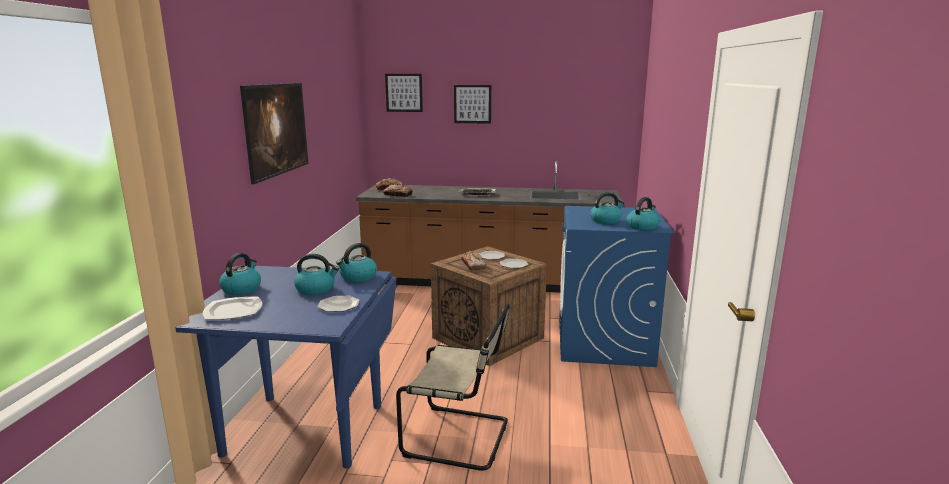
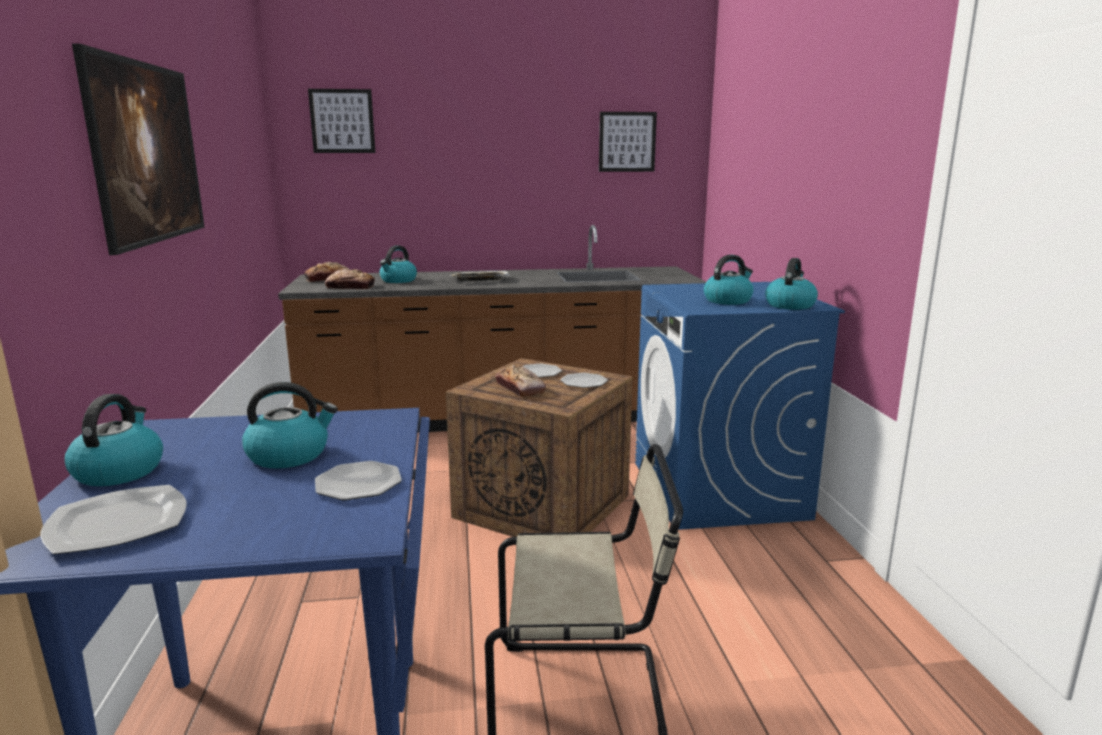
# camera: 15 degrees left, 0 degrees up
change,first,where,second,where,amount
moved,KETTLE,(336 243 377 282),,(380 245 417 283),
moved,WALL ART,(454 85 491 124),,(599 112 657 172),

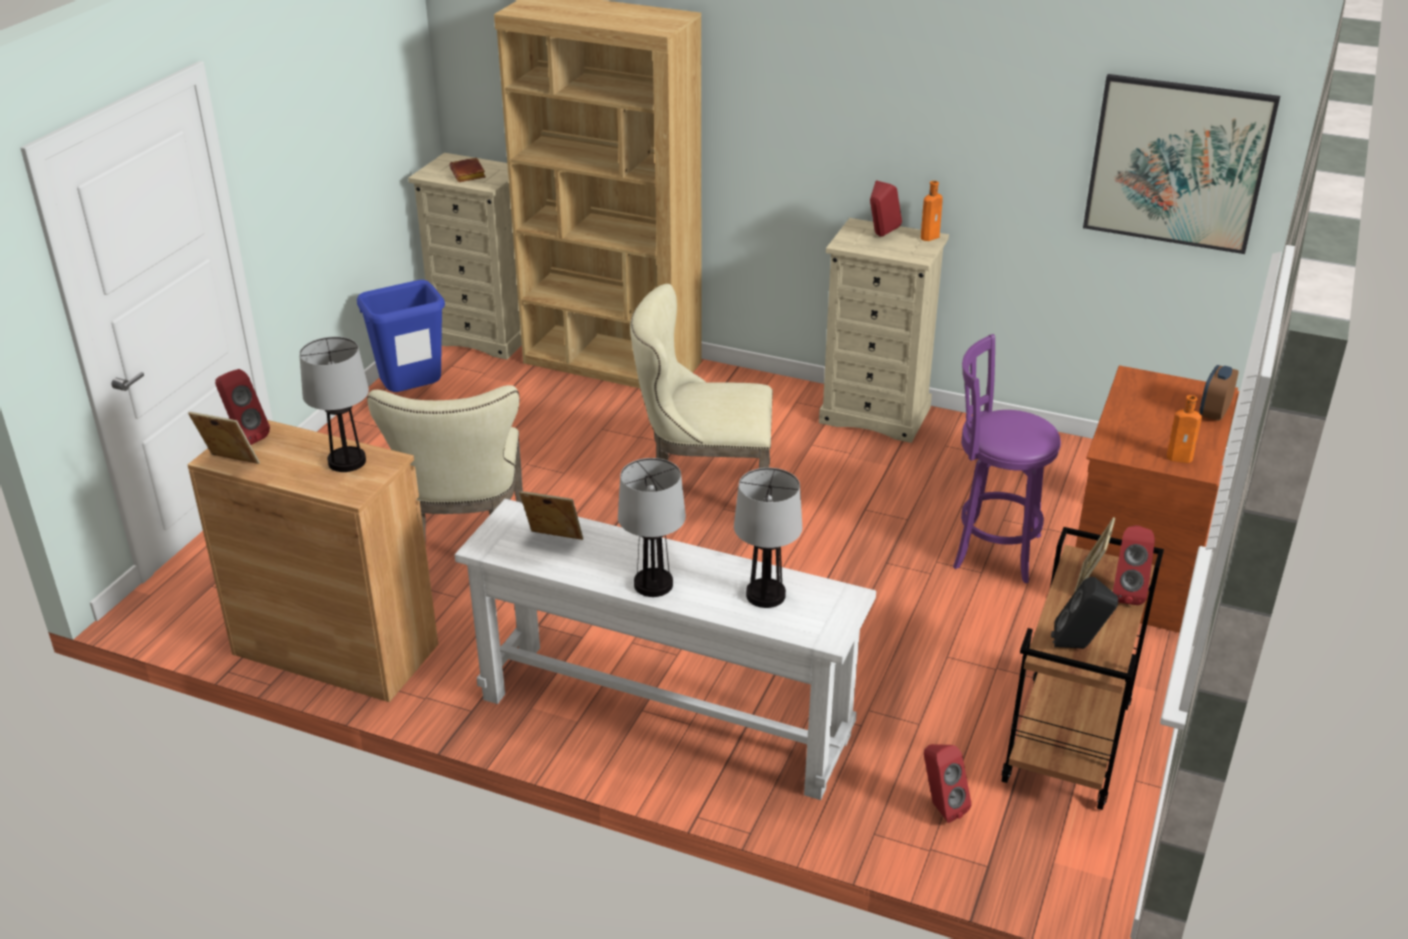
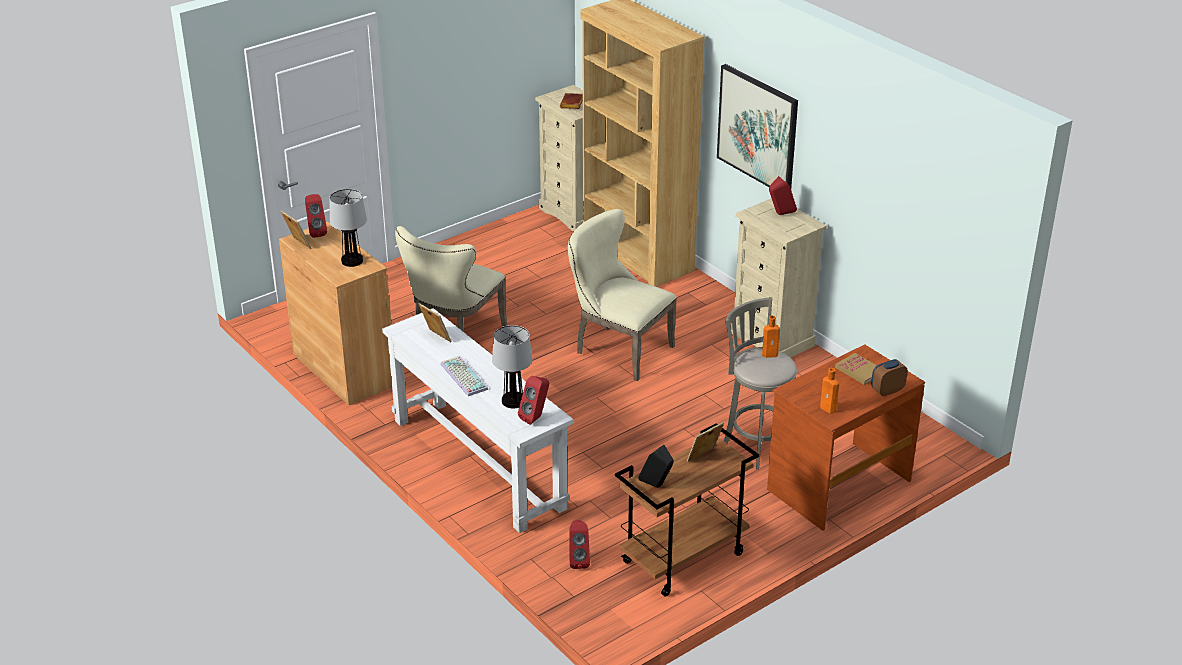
# camera: 30 degrees right, 0 degrees up
change,first,where,second,where,amount
removed,BLUE WASTE BIN,(357 280 445 392),,,
added,,,BOUND BOOK,(835 353 877 385),
moved,ORANGEY BOTTLE,(921 181 943 241),,(762 316 780 358),
moved,WALL ART,(1083 74 1280 254),,(717 64 798 188),
moved,REDDISH LOUDSPEAKER,(1113 525 1155 605),,(518 376 549 425),
replaced,TABLE LAMP,(618 458 686 597),COMPUTER KEYBOARD,(441 356 488 396),
recoloured,PURPLE STOOL SEAT,(953 334 1061 584),GREYISH STOOL SEAT,(723 297 797 469),

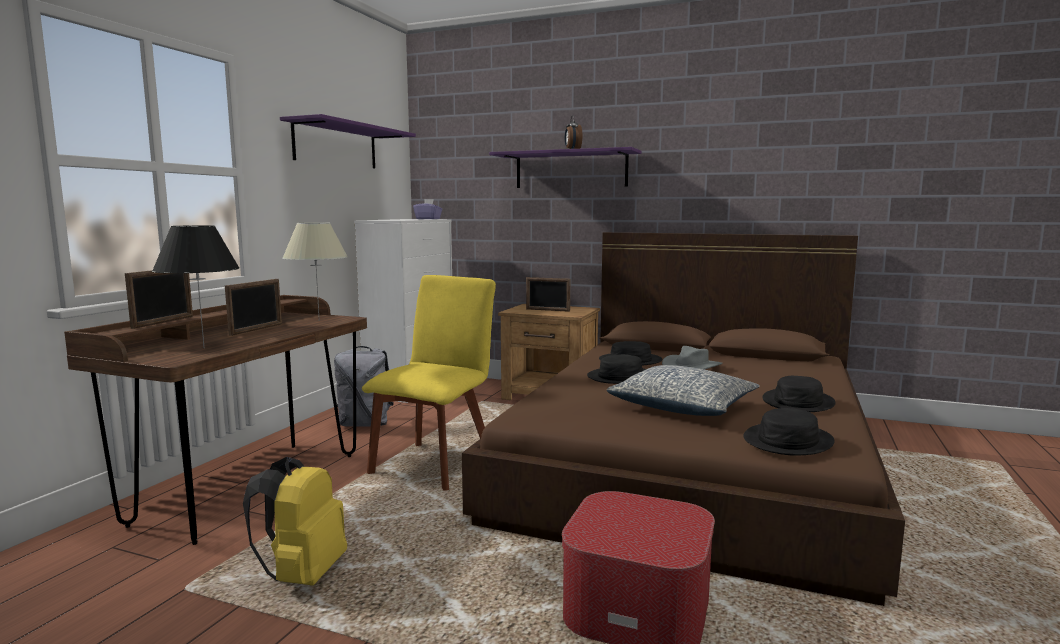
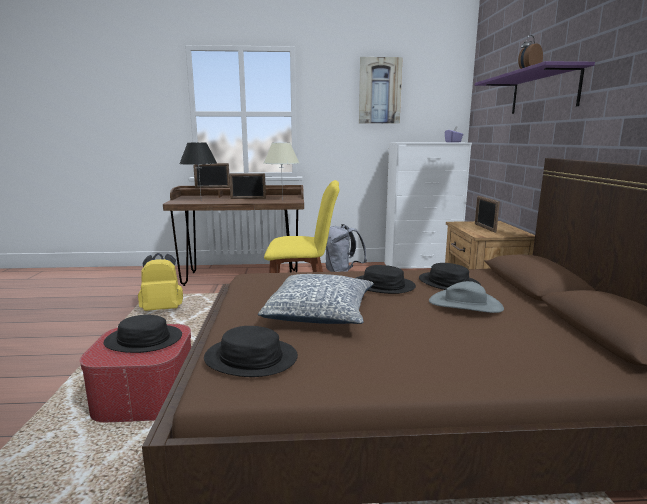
# camera: 65 degrees right, 5 degrees up
change,first,where,second,where,amount
moved,BLACKISH HAT,(762 376 836 412),,(104 315 182 353),
replaced,PURPLE SHELF,(280 114 416 168),WALL ART,(359 57 403 124),

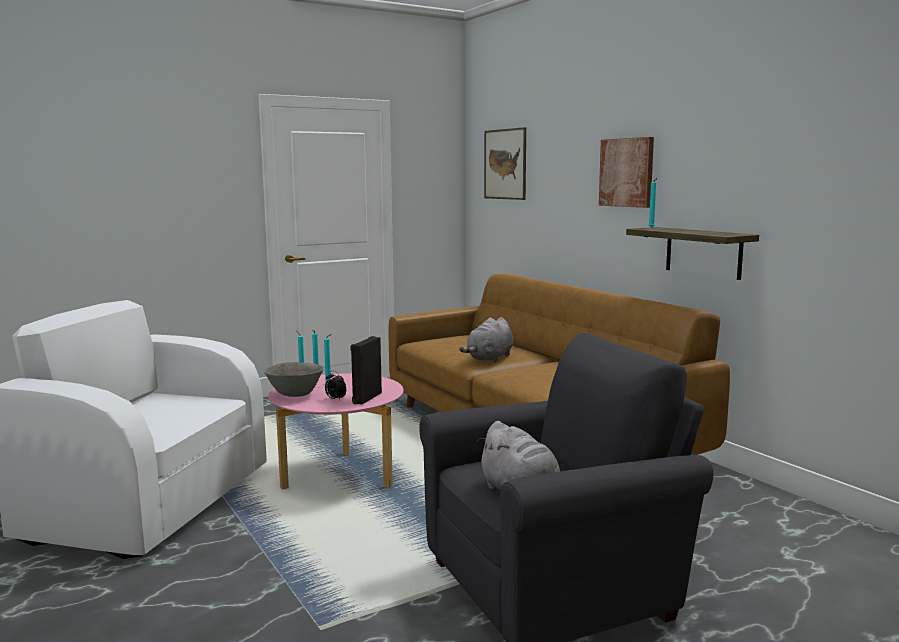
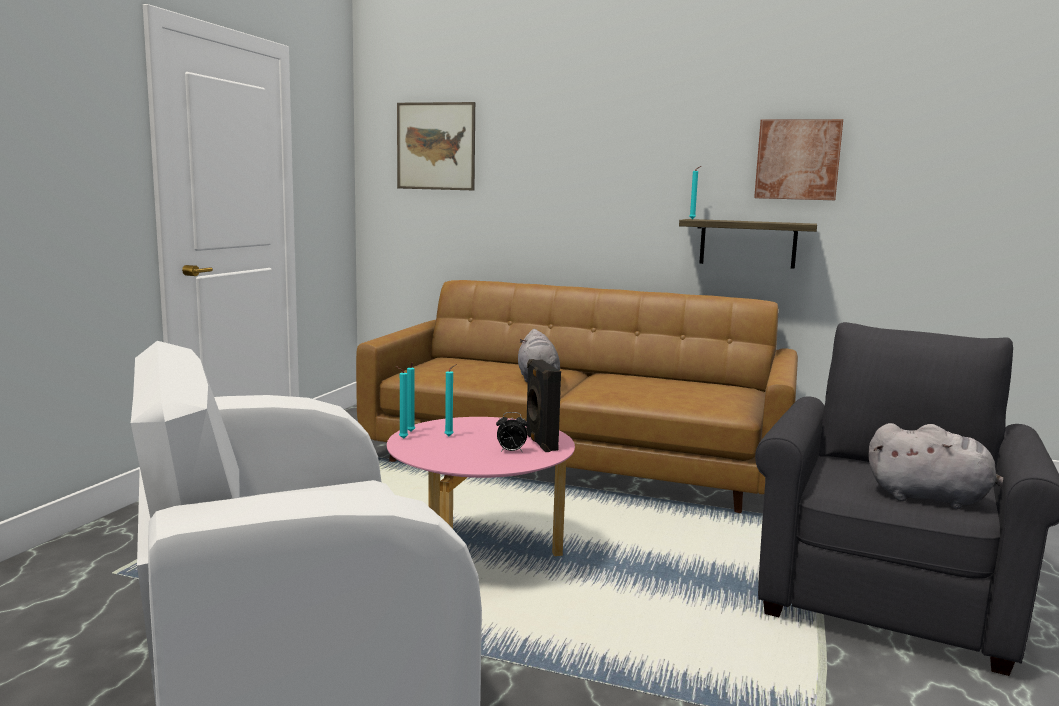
# camera: 40 degrees left, 0 degrees up
change,first,where,second,where,amount
removed,GREYISH BOWL,(264 362 324 397),,,
moved,WALL ART,(599 137 654 208),,(754 119 843 200),

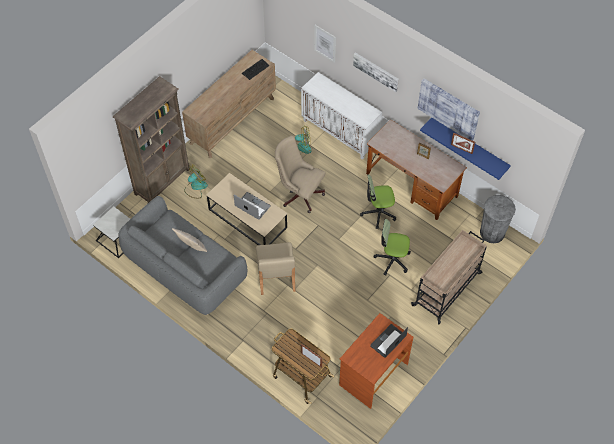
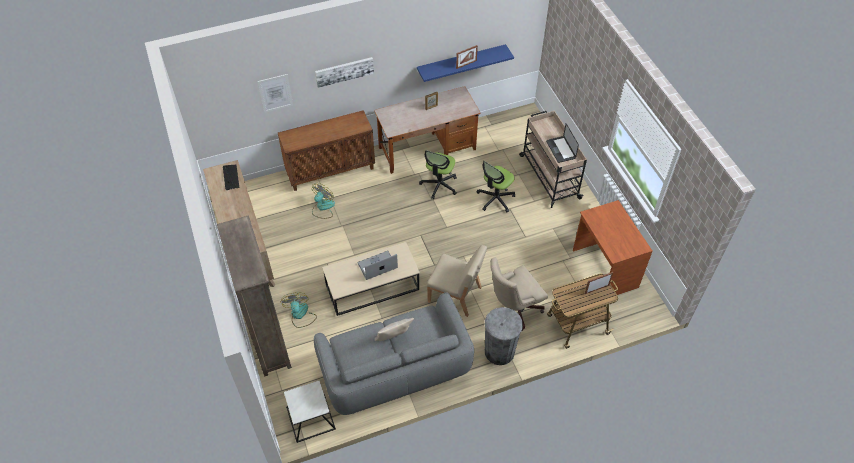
# camera: 60 degrees left, 5 degrees down
change,first,where,second,where,amount
removed,WALL ART,(418 78 480 141),,,
moved,SAND-COLOURED OFFICE CHAIR,(275 136 325 213),,(490 257 548 331),
moved,NOTEBOOK COMPUTER,(370 324 408 358),,(546 124 579 163),
moved,GREYISH WASTE BIN,(480 195 516 243),,(485 307 523 365),
recoloured,WHITE CUPBOARD,(301 72 382 160),BROWNISH CUPBOARD,(278 110 375 191),

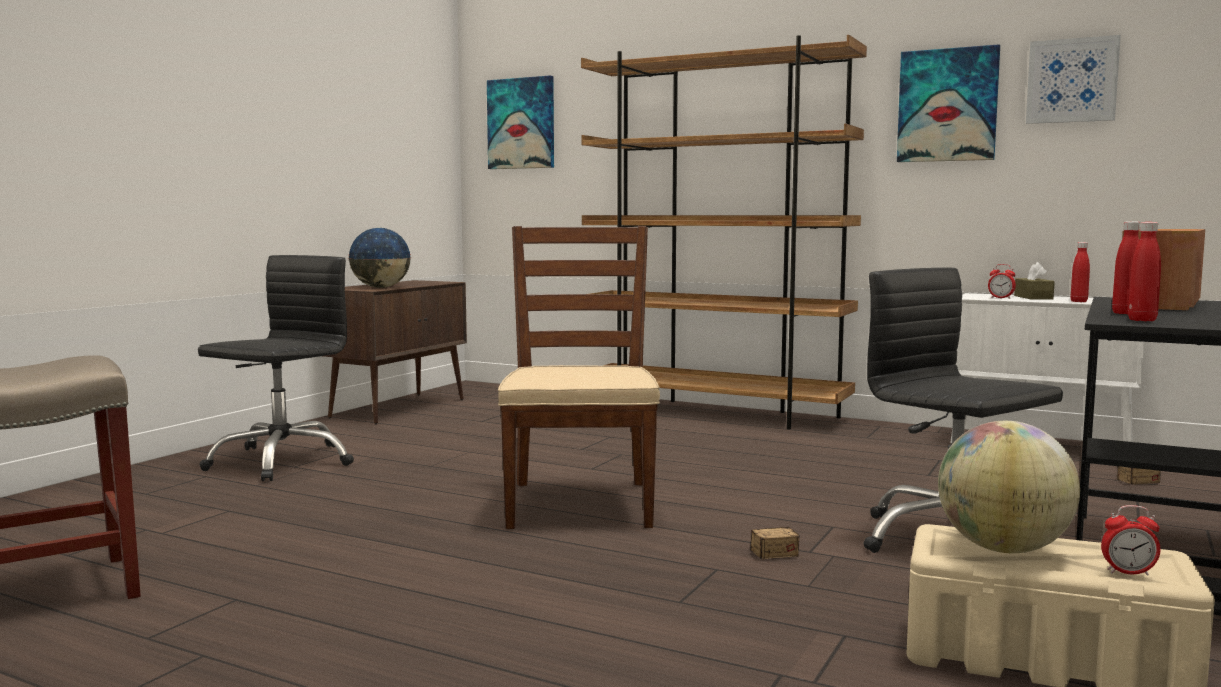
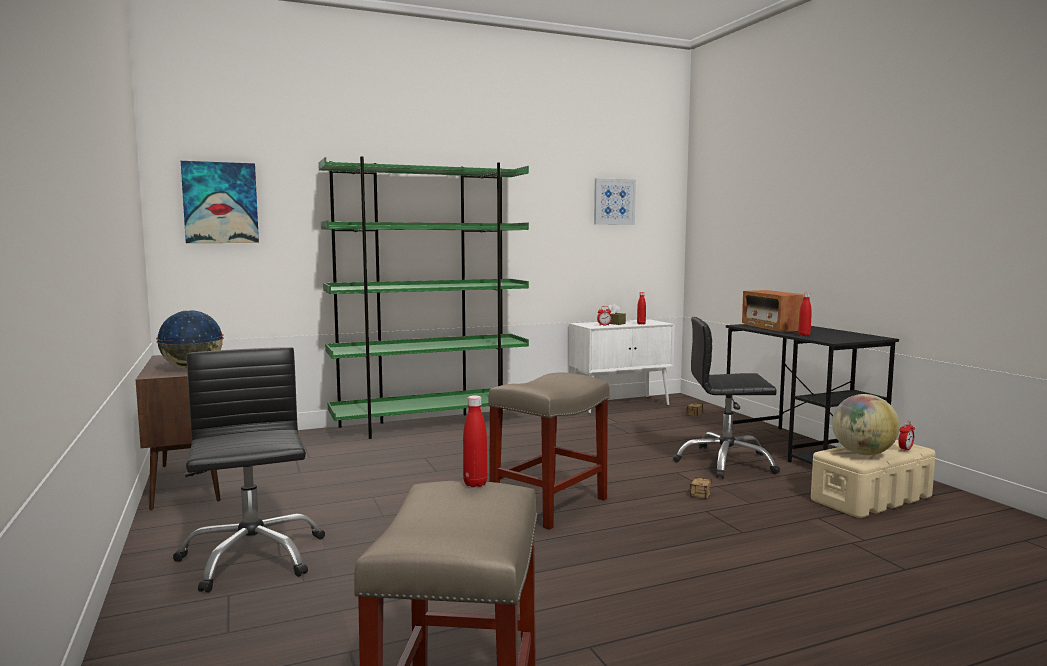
# camera: 50 degrees left, 0 degrees up
change,first,where,second,where,amount
removed,WALL ART,(897 44 1000 162),,,
moved,REDDISH BOTTLE,(1128 222 1161 321),,(463 395 487 487),
replaced,BROWNISH UPRIGHT CHAIR,(498 226 660 529),SAND-COLOURED STOOL SEAT,(488 372 609 530),
recoloured,BROWNISH SHELVING UNIT,(581 35 867 429),GREEN SHELVING UNIT,(318 156 529 439),

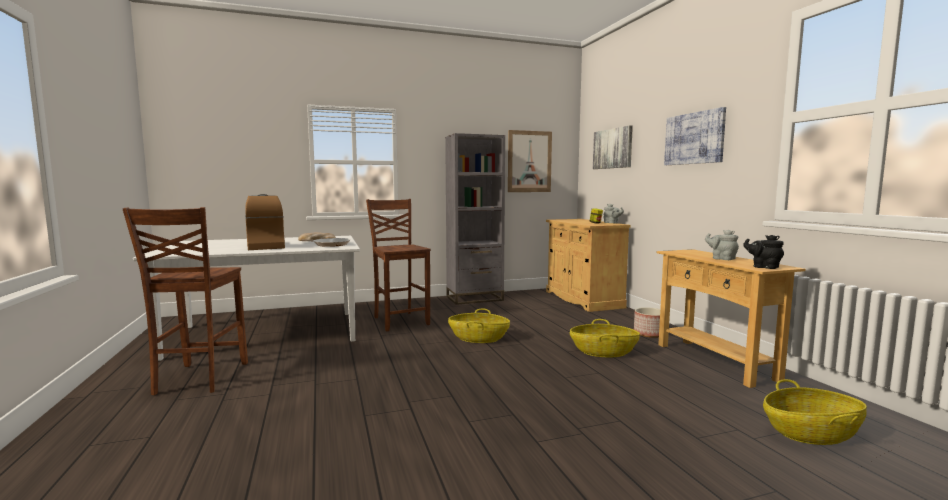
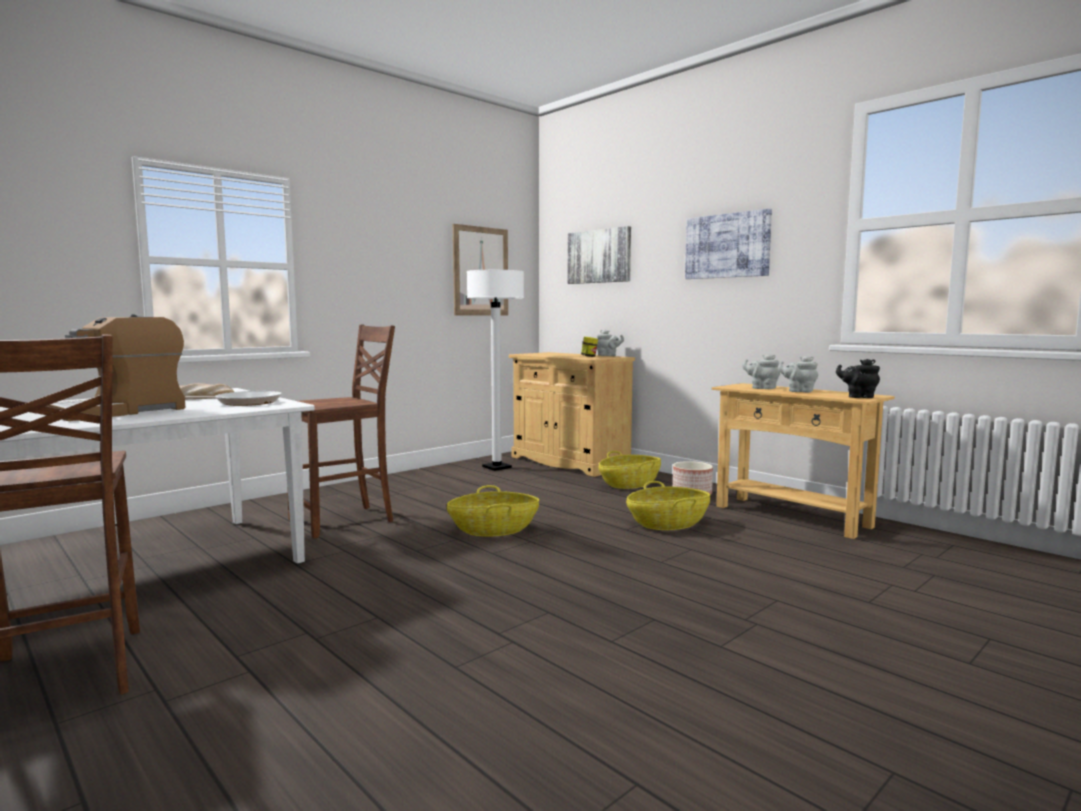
# camera: 25 degrees left, 0 degrees up
change,first,where,second,where,amount
removed,GREYISH SHELVING UNIT,(445 133 505 305),,,
added,,,WHITE STANDING LAMP,(467 270 524 471),
added,,,GREYISH POT FOR TEA,(742 354 780 389),
moved,HOUSEHOLD BASKET,(763 379 867 445),,(598 451 661 489),
turned,COFFEE MAKER,(245 194 285 250),,(47 314 185 421),90 degrees counterclockwise
turned,BROWNISH UPRIGHT CHAIR,(366 199 431 331),,(287 324 395 539),105 degrees clockwise

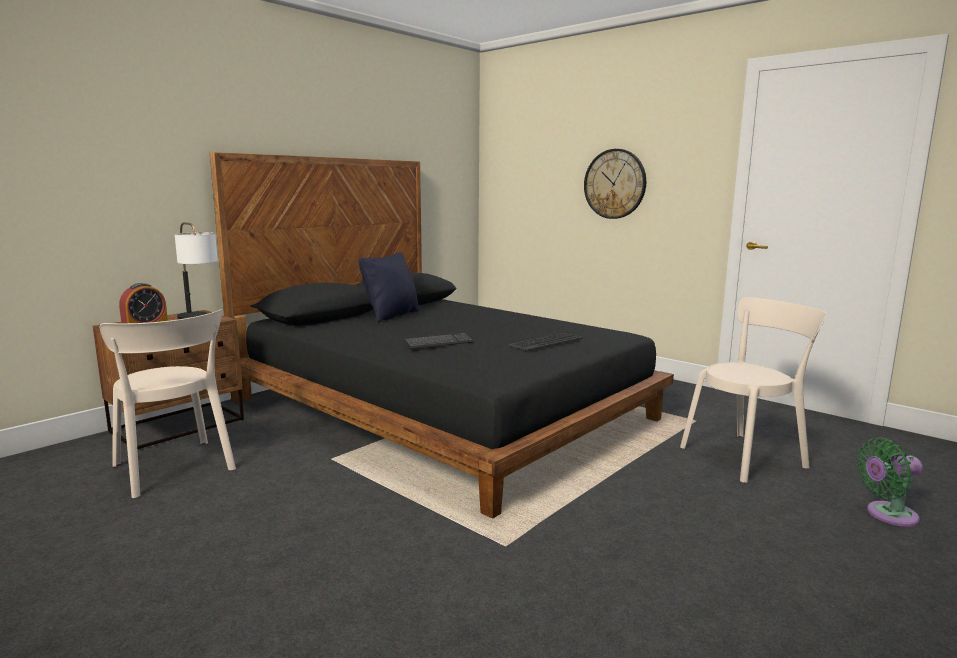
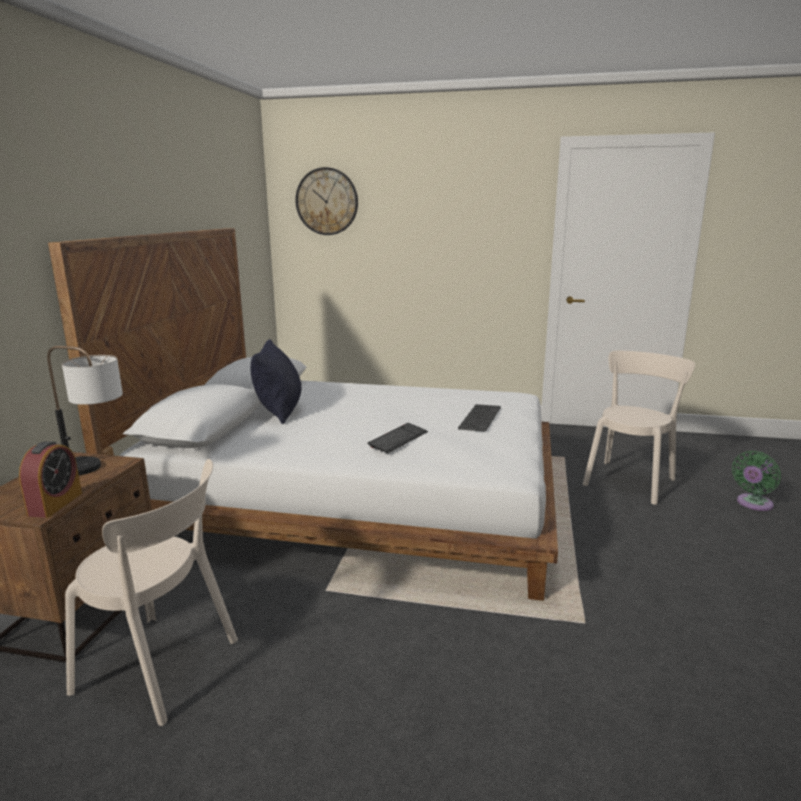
# camera: 30 degrees left, 5 degrees up
change,first,where,second,where,amount
moved,CLOCK ON THE WALL,(584 149 646 219),,(295 167 358 235),
recoloured,BLACKISH SLEEPING BED,(210 152 674 519),WHITE SLEEPING BED,(48 228 558 601),

